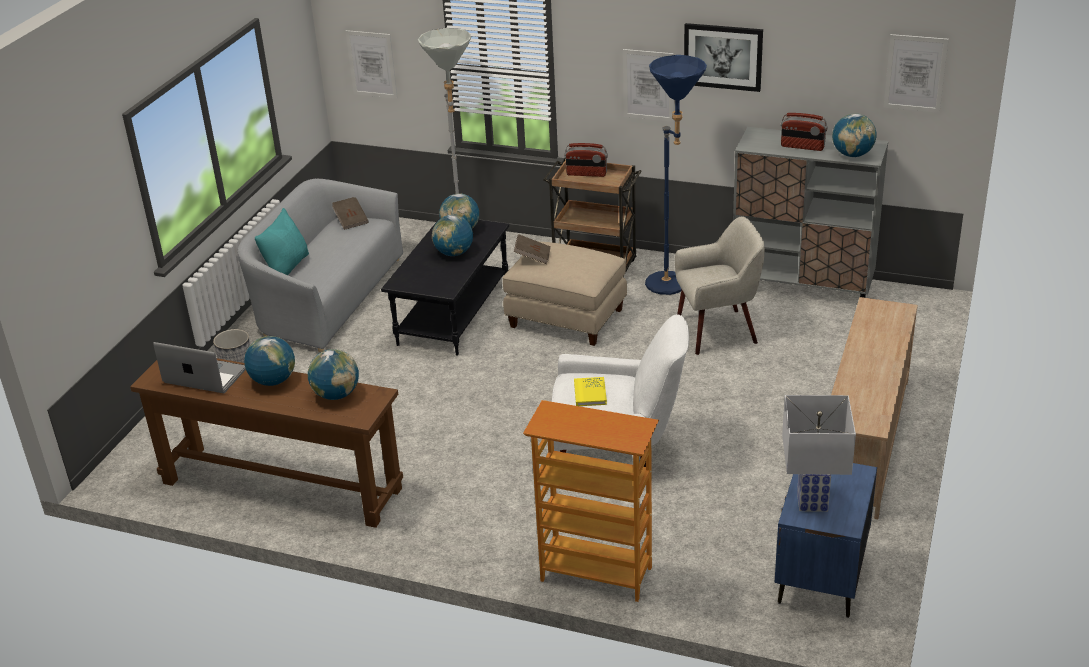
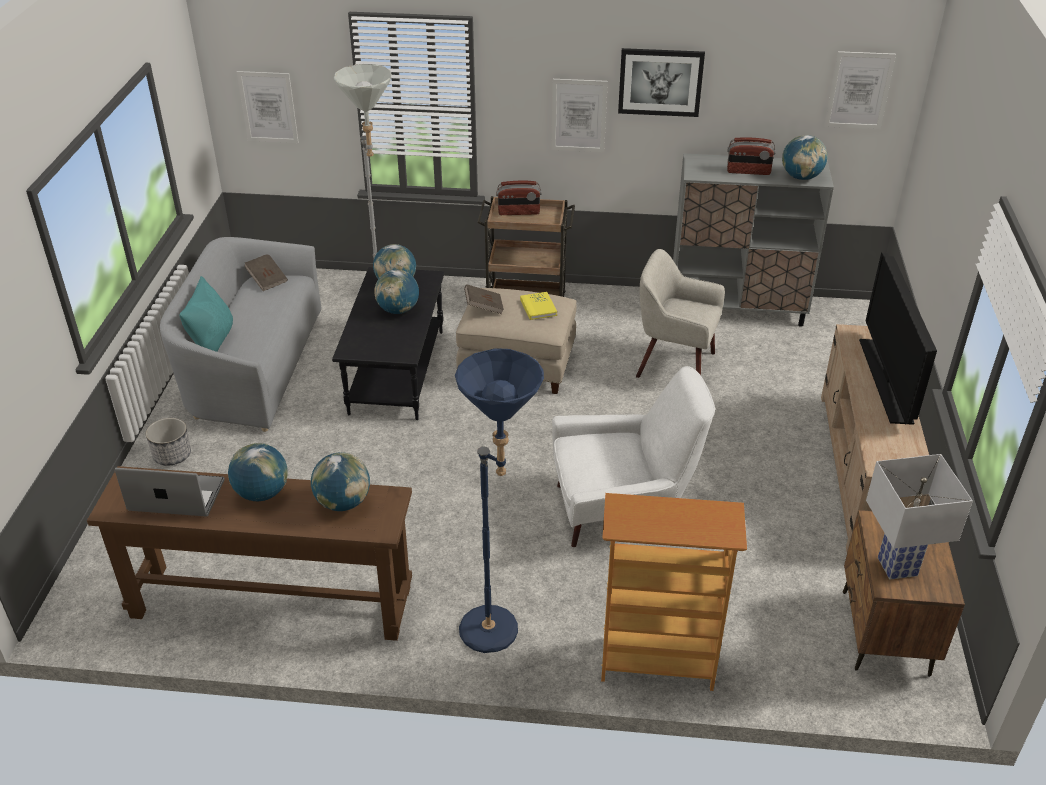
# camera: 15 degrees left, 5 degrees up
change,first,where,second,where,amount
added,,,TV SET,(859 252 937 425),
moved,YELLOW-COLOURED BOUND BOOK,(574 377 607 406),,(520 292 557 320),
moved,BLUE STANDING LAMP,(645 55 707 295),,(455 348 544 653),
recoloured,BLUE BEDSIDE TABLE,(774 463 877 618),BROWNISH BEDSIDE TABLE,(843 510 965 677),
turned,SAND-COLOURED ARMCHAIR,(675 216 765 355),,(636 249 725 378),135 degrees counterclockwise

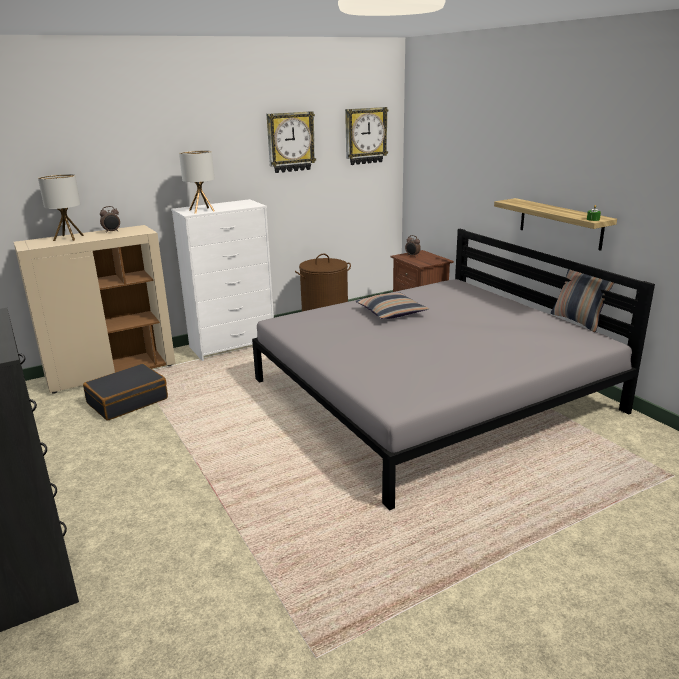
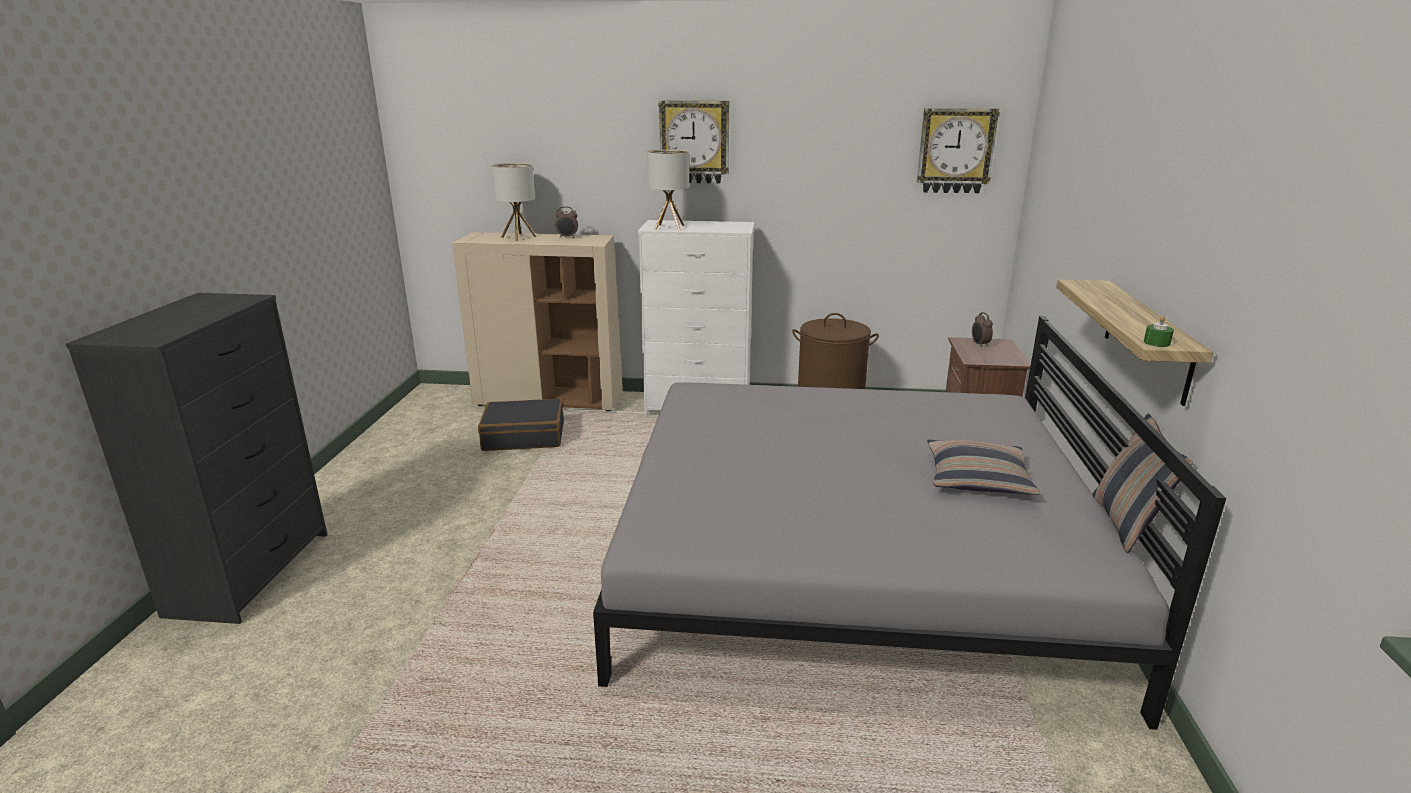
# camera: 35 degrees right, 0 degrees up
change,first,where,second,where,amount
moved,CLOCK ON THE WALL,(267 111 316 173),,(658 100 729 184),
moved,THROW PILLOW,(356 293 429 319),,(927 440 1040 495),

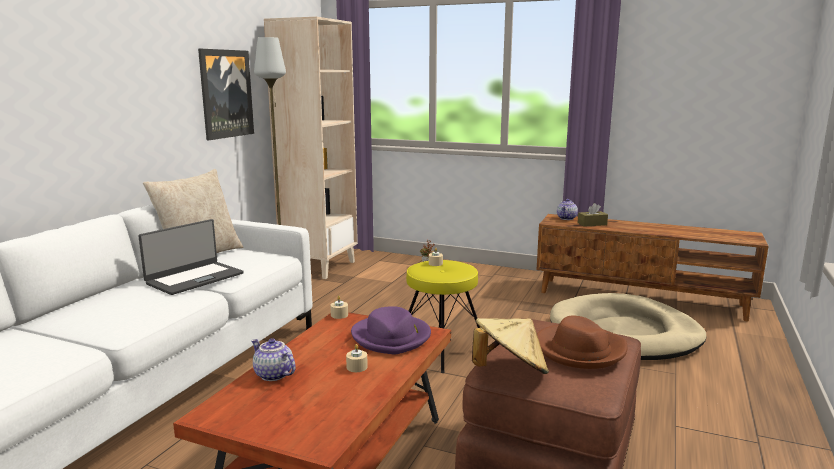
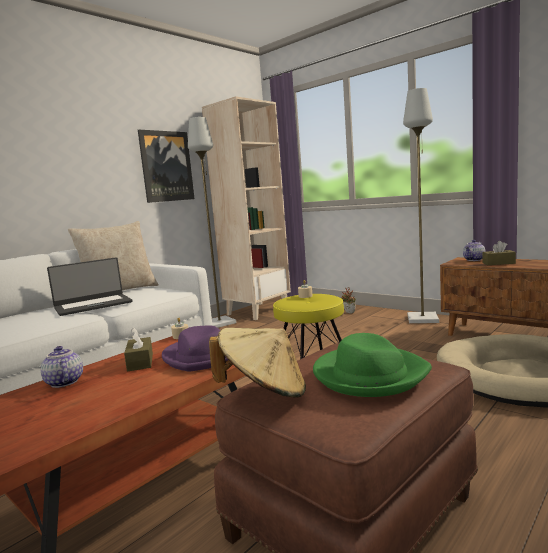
# camera: 20 degrees right, 5 degrees down
change,first,where,second,where,amount
removed,SAND-COLOURED WAX CANDLE,(346 344 368 372),,,
added,,,BROWNISH TISSUE BOX,(124 327 153 372),
added,,,GREYISH STANDING LAMP,(403 88 439 323),
recoloured,BROWNISH HAT,(537 316 627 369),GREEN HAT,(313 333 432 397),

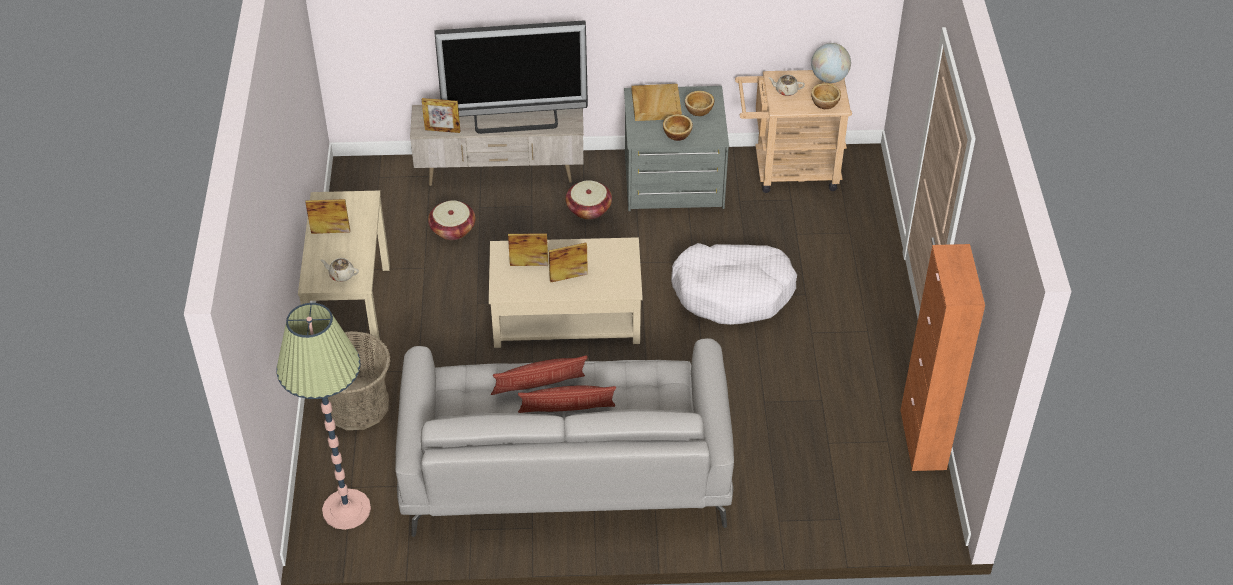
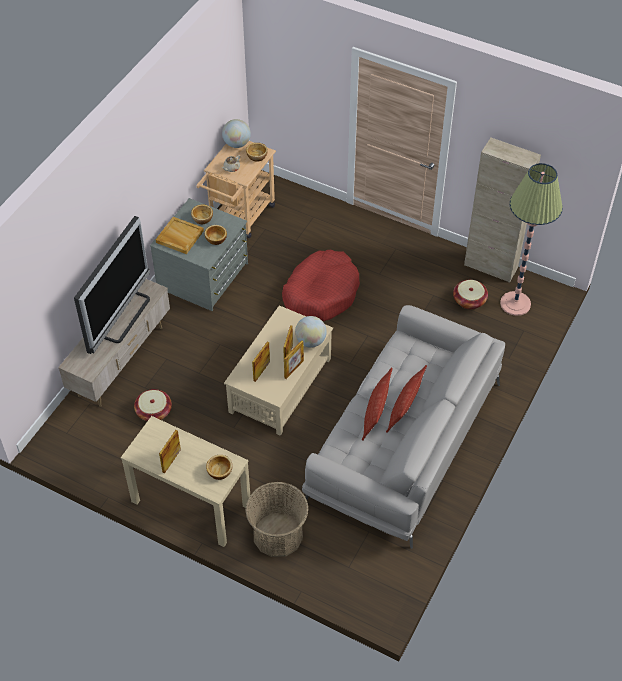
# camera: 60 degrees left, 5 degrees up
change,first,where,second,where,amount
added,,,DESK GLOBE,(295 316 327 348),
moved,STANDING LAMP,(277 303 371 530),,(500 163 563 316),
moved,PHOTO FRAME,(422 98 460 133),,(284 340 304 379),
moved,HOUSEHOLD BASKET,(565 180 612 220),,(453 280 488 309),
replaced,SAND-COLOURED POT FOR TEA,(320 258 359 282),BOWL,(206 455 232 480),
recoloured,WHITE DOG CUSHION,(671 243 797 325),REDDISH DOG CUSHION,(282 250 360 321),
recoloured,ORANGEY CUPBOARD,(900 244 985 471),SAND-COLOURED CUPBOARD,(464 138 541 283),

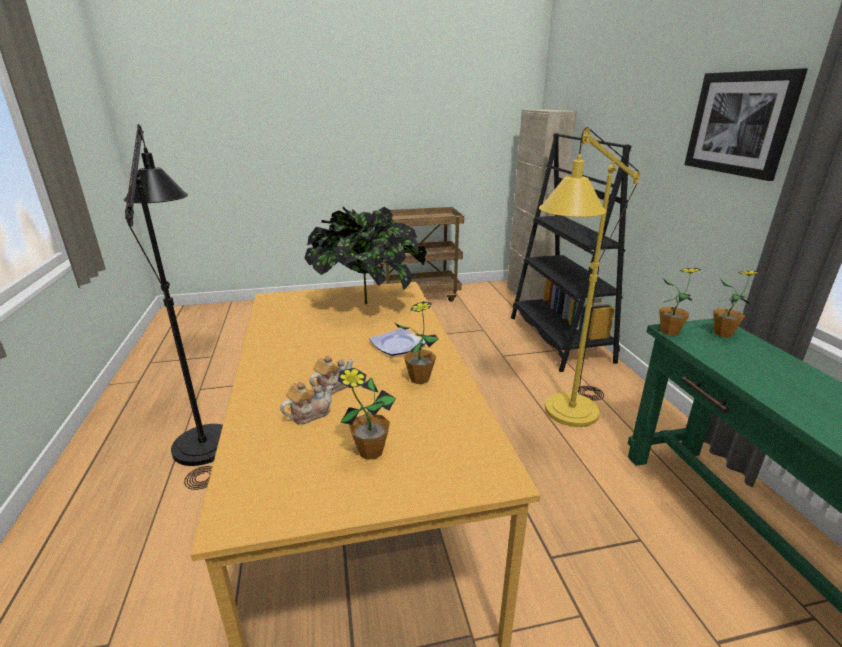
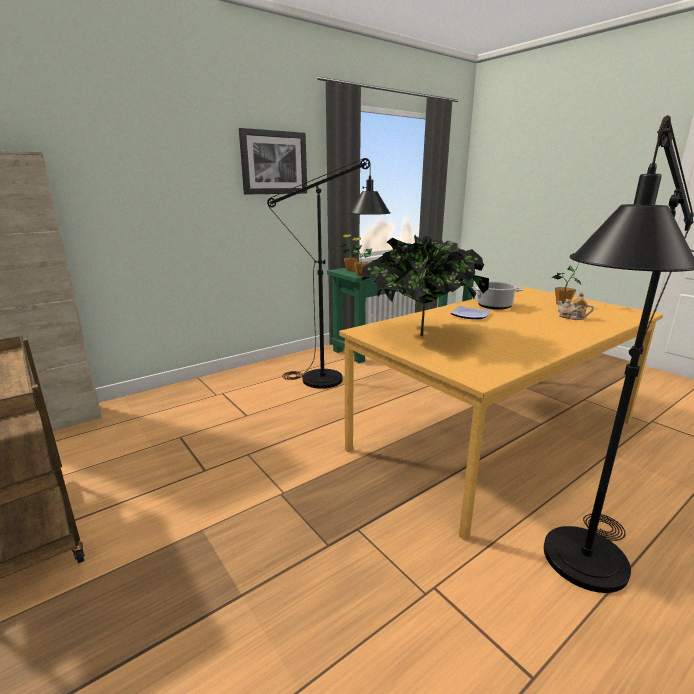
# camera: 115 degrees left, 5 degrees down
change,first,where,second,where,amount
removed,POT FOR TEA,(309 356 354 395),,,
removed,BLACKISH SHELVING UNIT,(511 133 631 372),,,
replaced,HOUSEPLANT,(395 301 439 384),SAUCEPOT,(472 281 524 310),
recoloured,YELLOW-COLOURED STANDING LAMP,(539 127 640 427),BLACKISH STANDING LAMP,(267 158 391 389),

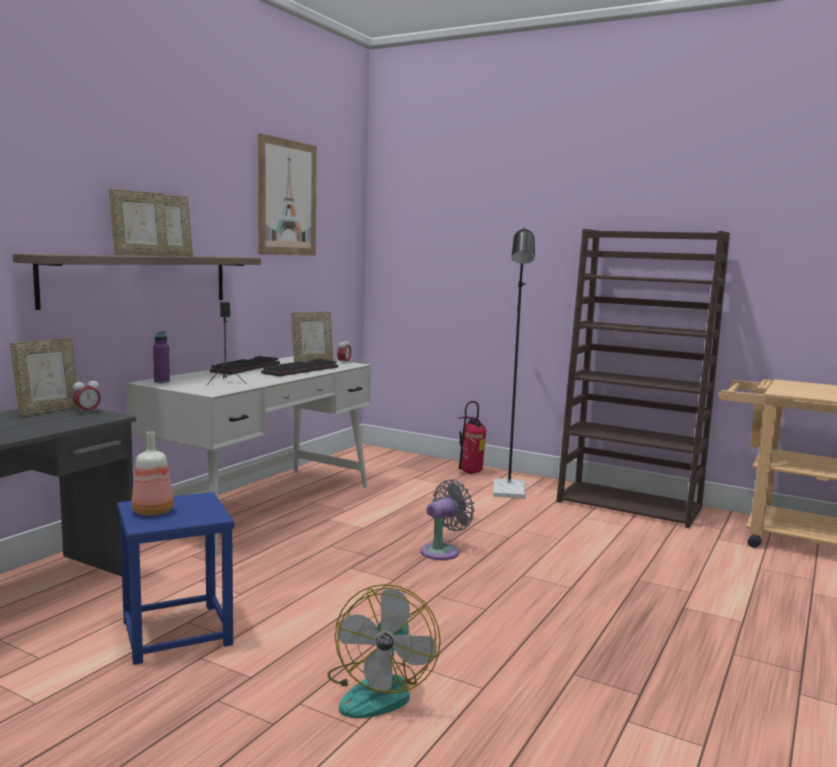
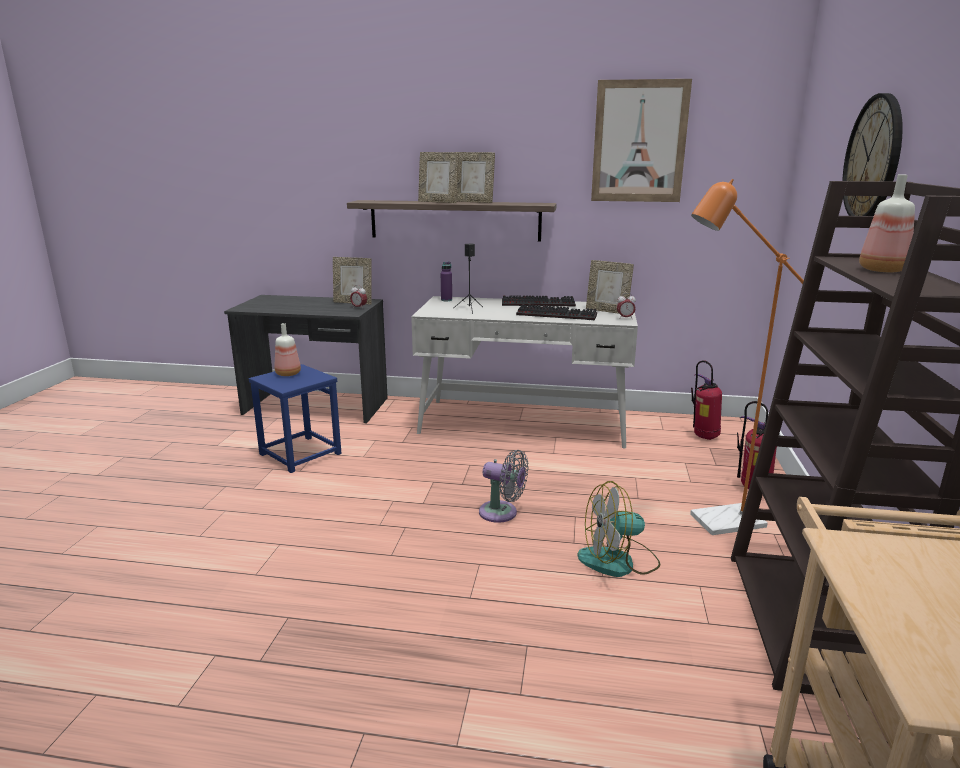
# camera: 70 degrees right, 10 degrees up
change,first,where,second,where,amount
added,,,FIRE-FIGHTING CYLINDER,(691 360 722 440),
added,,,CLOCK ON THE WALL,(842 93 903 216),
added,,,BOTTLE,(859 175 915 272),
moved,FAN,(327 584 441 718),,(577 481 661 577),
recoloured,BLACKISH STANDING LAMP,(493 227 535 499),ORANGEY STANDING LAMP,(690 179 804 535),

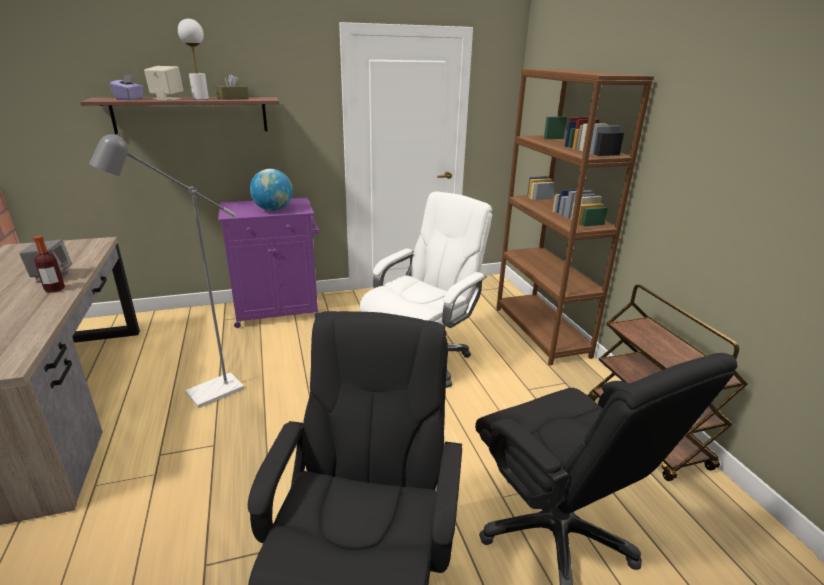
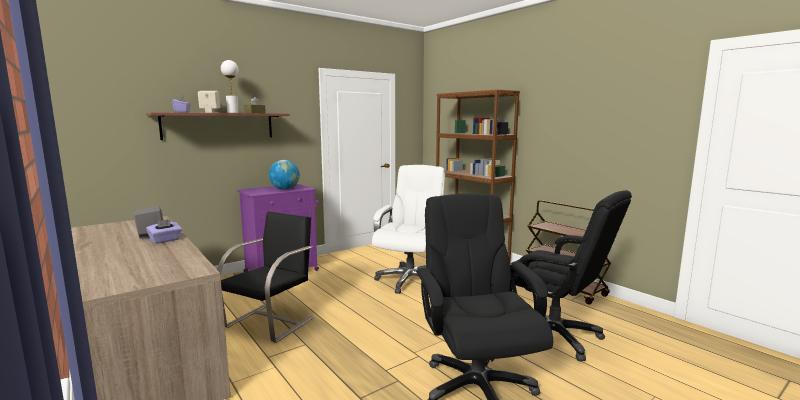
# camera: 20 degrees left, 15 degrees down
change,first,where,second,where,amount
replaced,BOTTLE,(33 236 65 293),PURPLE TISSUE BOX,(146 219 182 244),
replaced,GREYISH STANDING LAMP,(89 132 244 408),BLACKISH UPRIGHT CHAIR,(217 212 314 343),

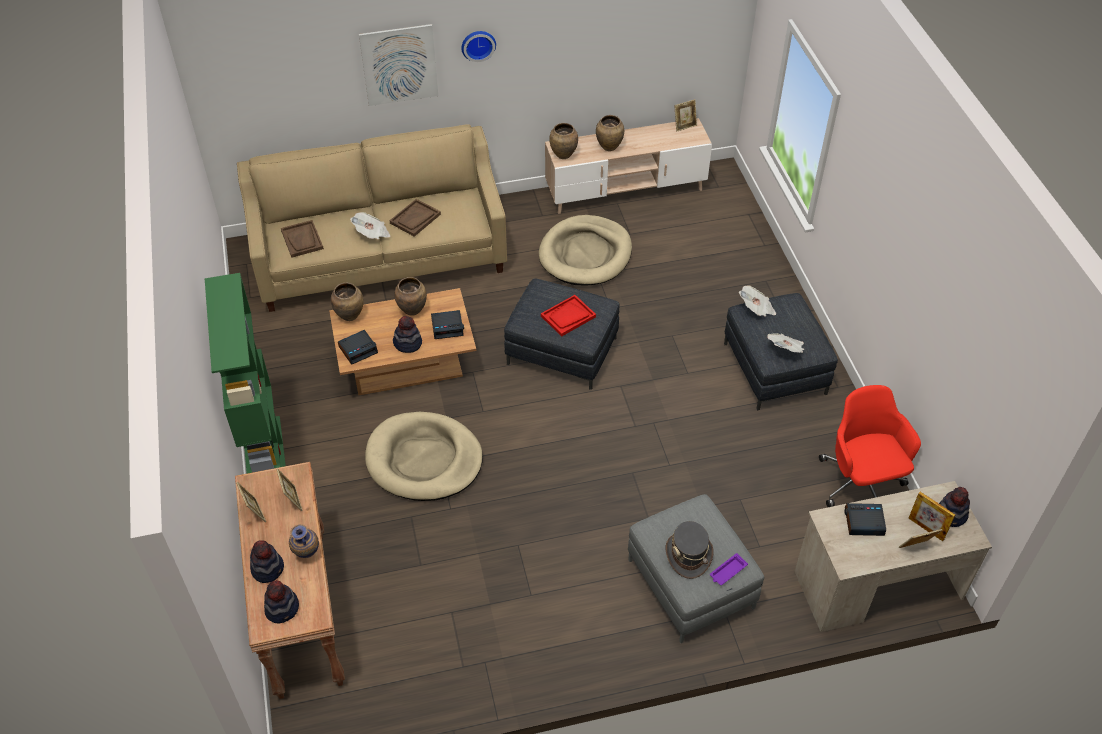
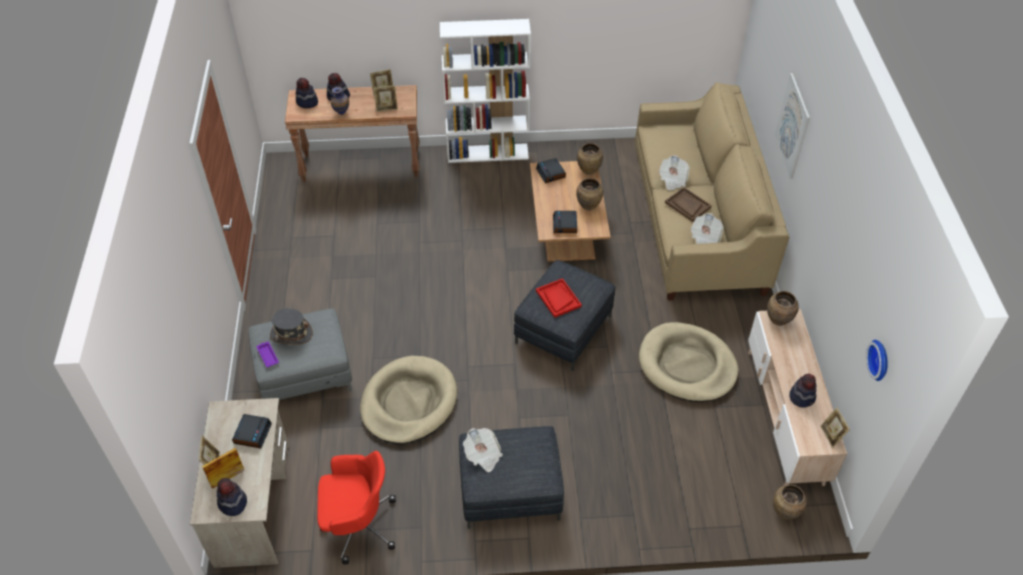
# camera: 100 degrees right, 0 degrees up
change,first,where,second,where,amount
removed,BROWNISH CARRYING TRAY,(281 220 324 258),,,
moved,SAND-COLOURED DOG CUSHION,(365 412 483 501),,(360 356 457 444),
moved,HAT,(393 316 422 353),,(789 374 816 408),
moved,CLOCK ON THE WALL,(461 31 496 62),,(866 340 888 381),
moved,BROWNISH DECORATIVE VASE,(596 115 624 151),,(773 485 807 520),
moved,DAILY PAPER,(739 285 776 317),,(691 213 724 244),
recoloured,GREEN SHELVING UNIT,(205 273 286 473),WHITE SHELVING UNIT,(440 19 531 163),

